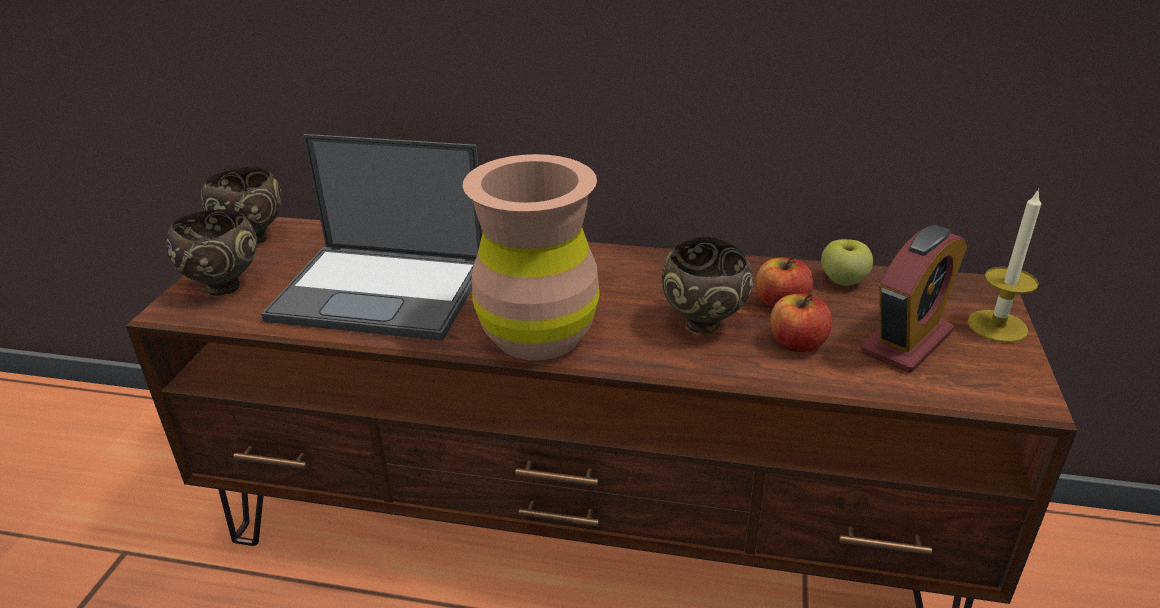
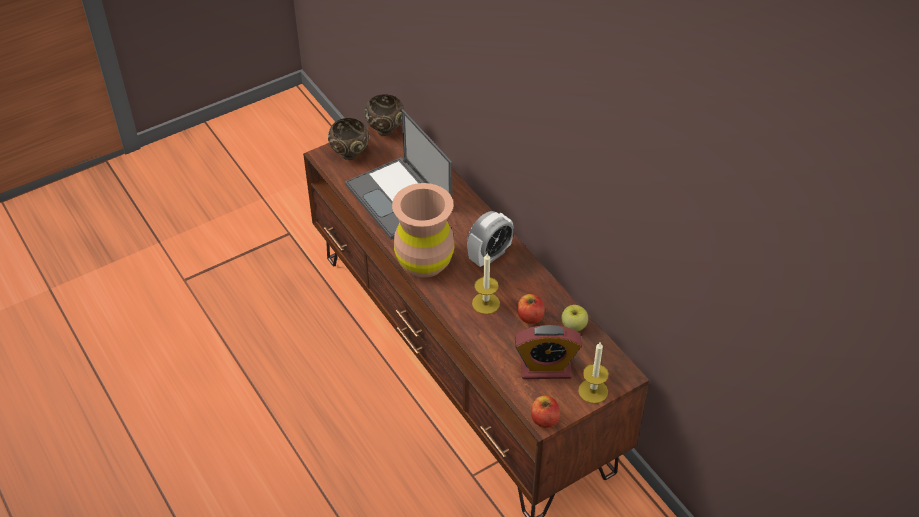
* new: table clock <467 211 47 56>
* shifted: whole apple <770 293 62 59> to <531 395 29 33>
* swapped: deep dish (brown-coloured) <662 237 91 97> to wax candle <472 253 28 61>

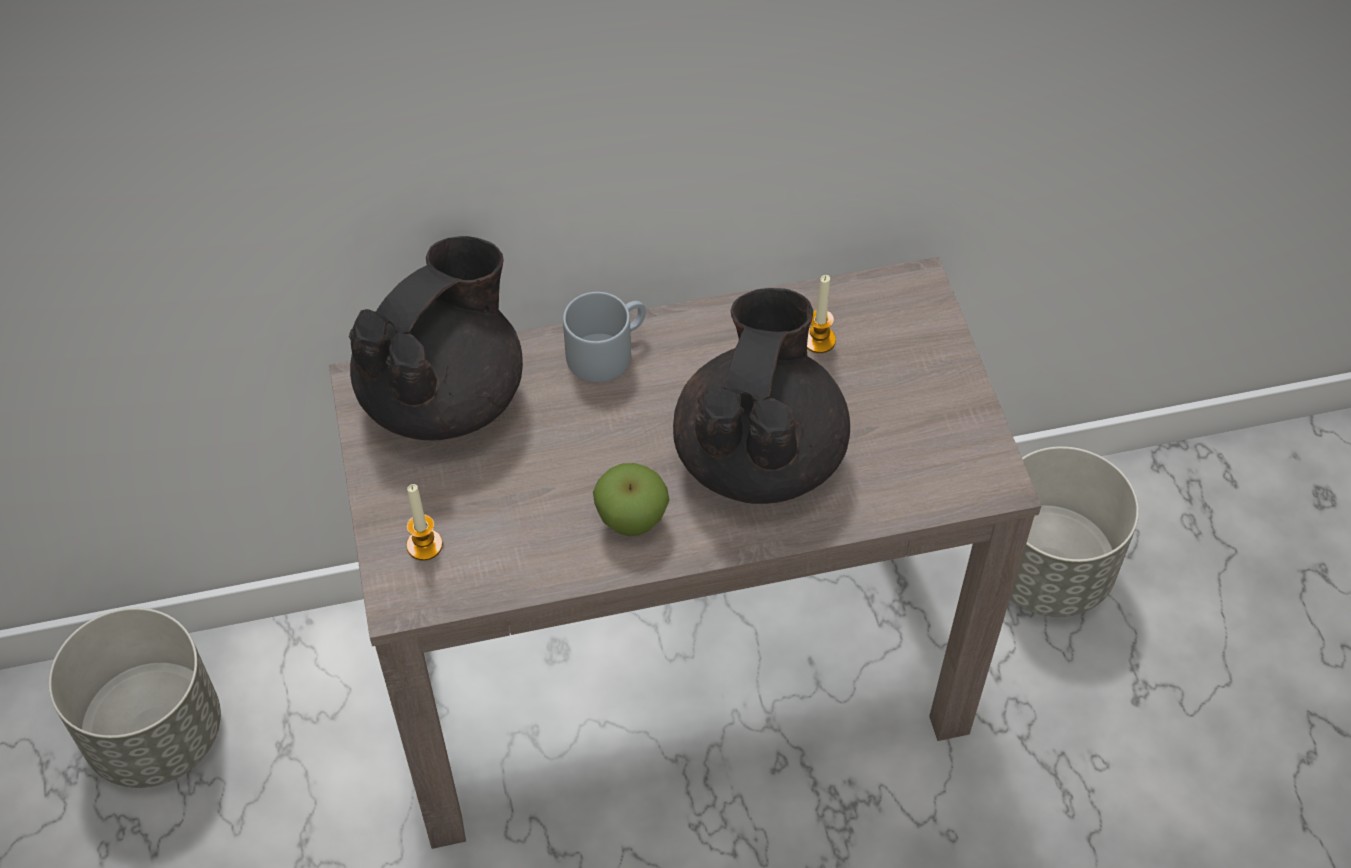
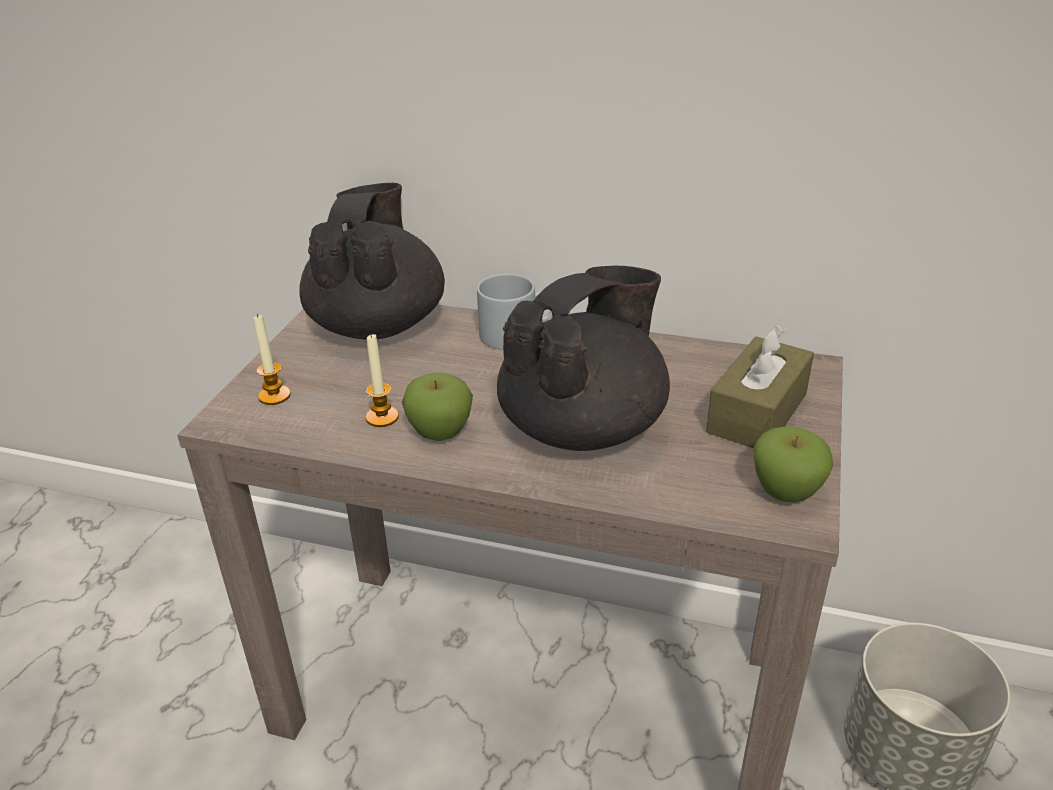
* gone: planter (greyish) <49 608 172 180>
* new: box of tissues (brown-coloured) <706 325 108 123>
* new: whole apple <753 426 80 77>
* shifted: wax candle <807 275 29 78> to <366 334 33 93>
* rotated: teapot (black) <349 236 174 204> = <299 183 146 157> 60 degrees counterclockwise

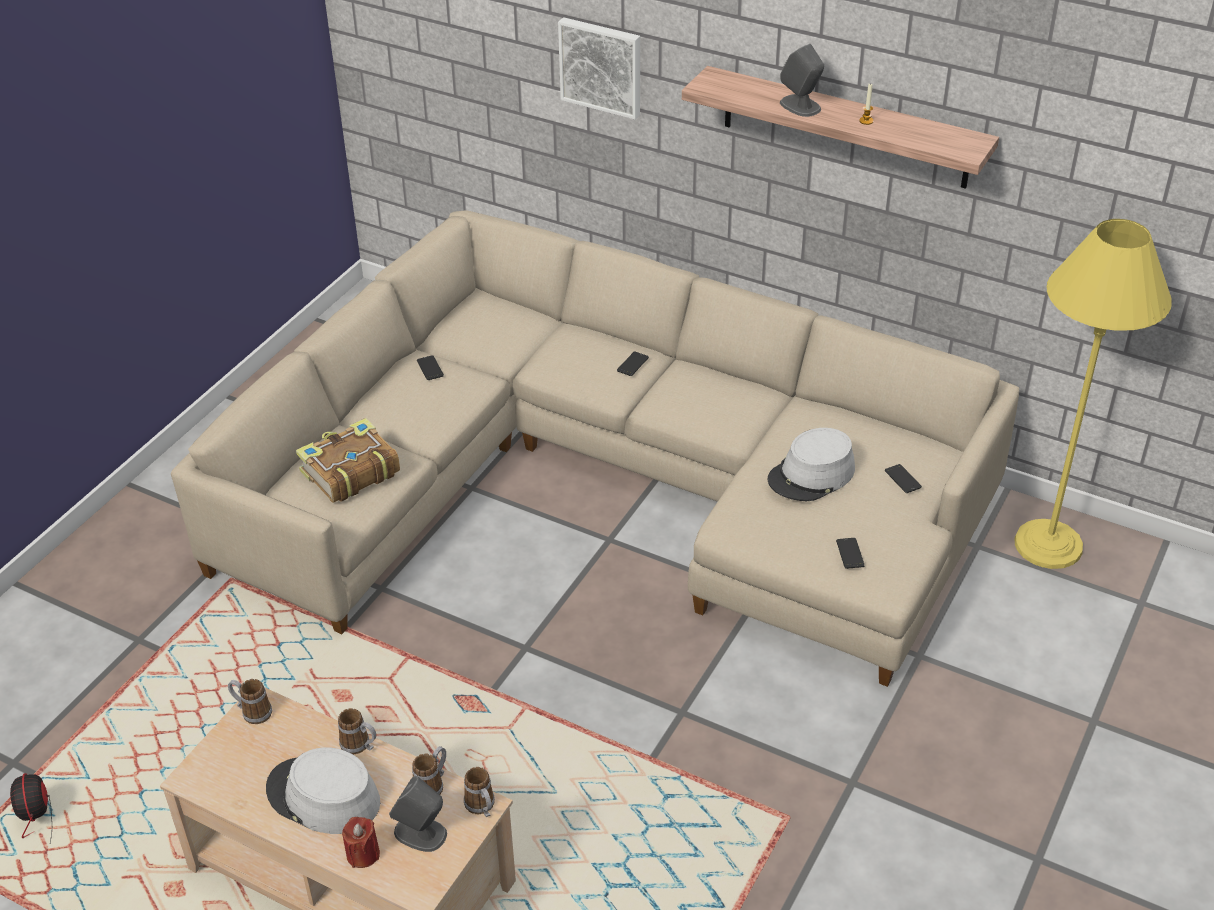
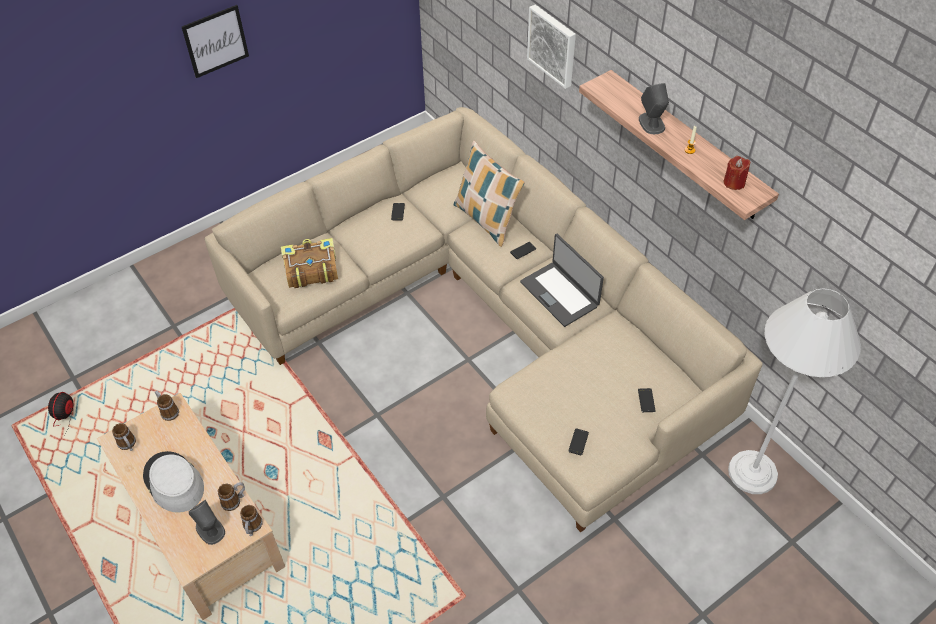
* gone: wearable hat (greyish) <768 428 87 73>
* new: picture <182 5 67 73>
* new: pillow <454 140 71 107>
* new: portable computer <520 234 84 93>
* shifted: tea mug <338 708 38 46> to <112 423 24 28>
* shifted: wax candle (red-coloured) <342 817 38 51> to <724 156 27 34>
* repainted: floor lamp (yellow-coloured) <1015 219 157 350> to floor lamp (whitish) <728 288 133 206>

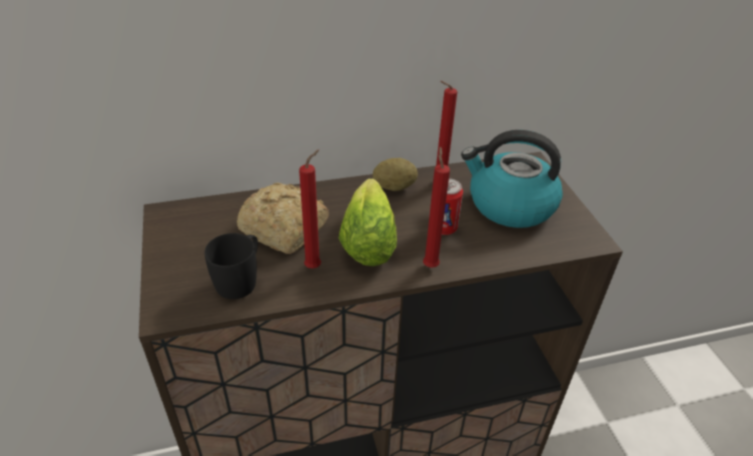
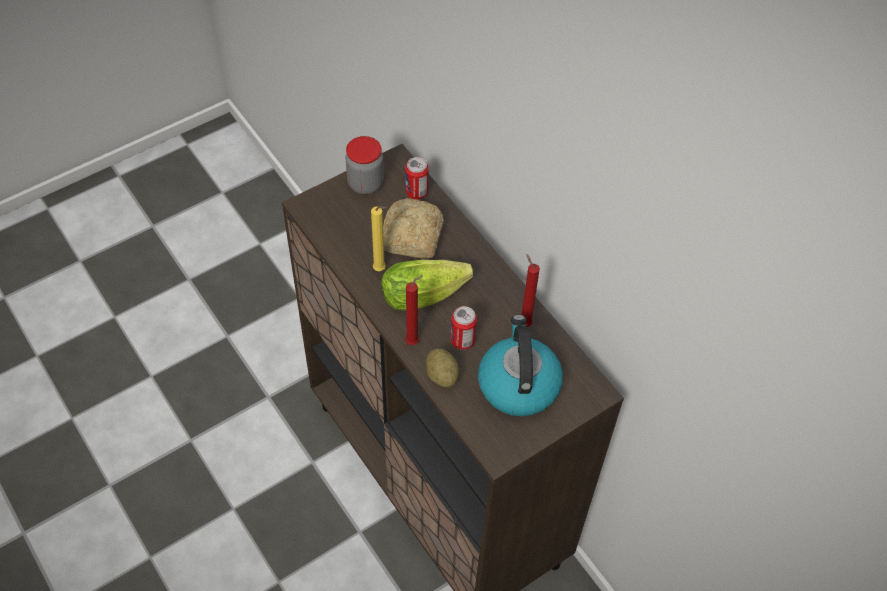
* gone: tea mug (black) <205 233 53 66>
* new: preserve jar <345 136 39 58>
* new: sealed can <405 157 24 43>
* shifted: potato <372 158 46 33> to <426 348 33 40>
* repainted: wax candle (red-coloured) <299 149 22 119> to wax candle (yellow-coloured) <371 206 16 65>

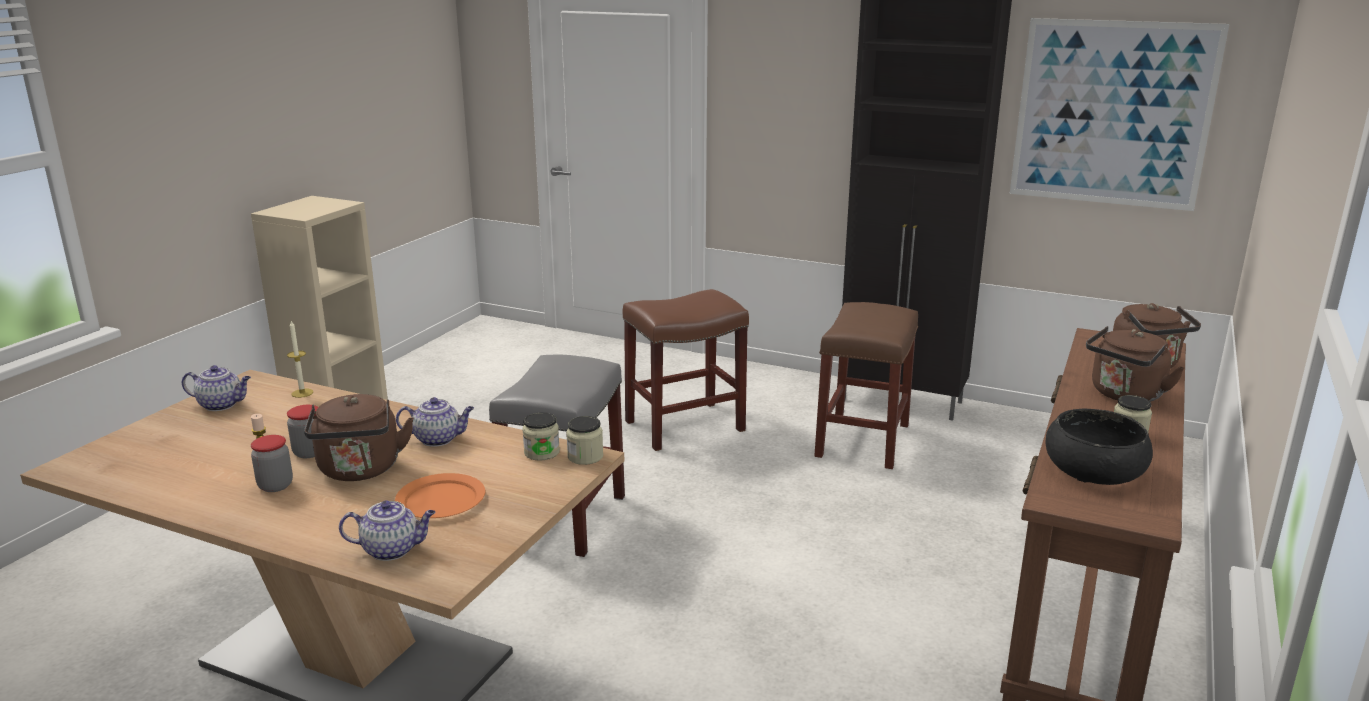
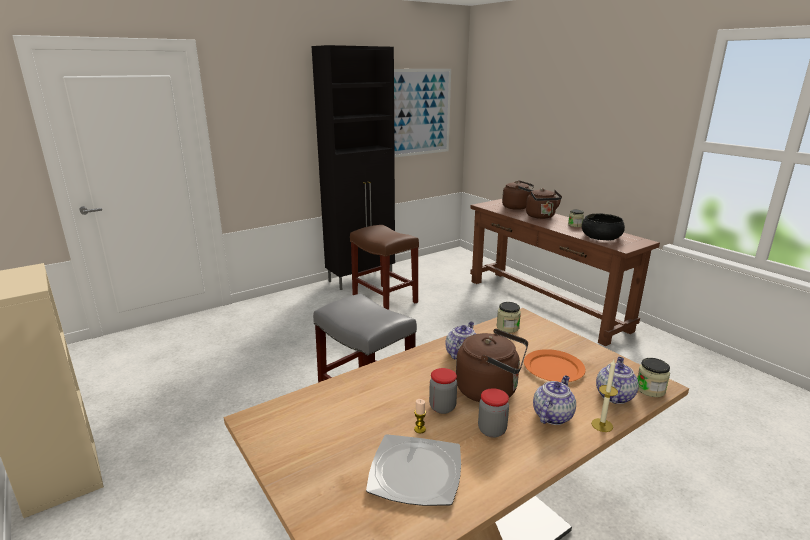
* gone: stool (brown-coloured) <623 289 126 162>
* new: flat dish <366 434 95 72>
* shifted: teapot <182 365 69 46> to <533 375 43 50>
* shifted: wax candle <287 321 26 77> to <591 360 27 72>
* shifted: preserve jar <566 416 37 49> to <637 358 33 39>

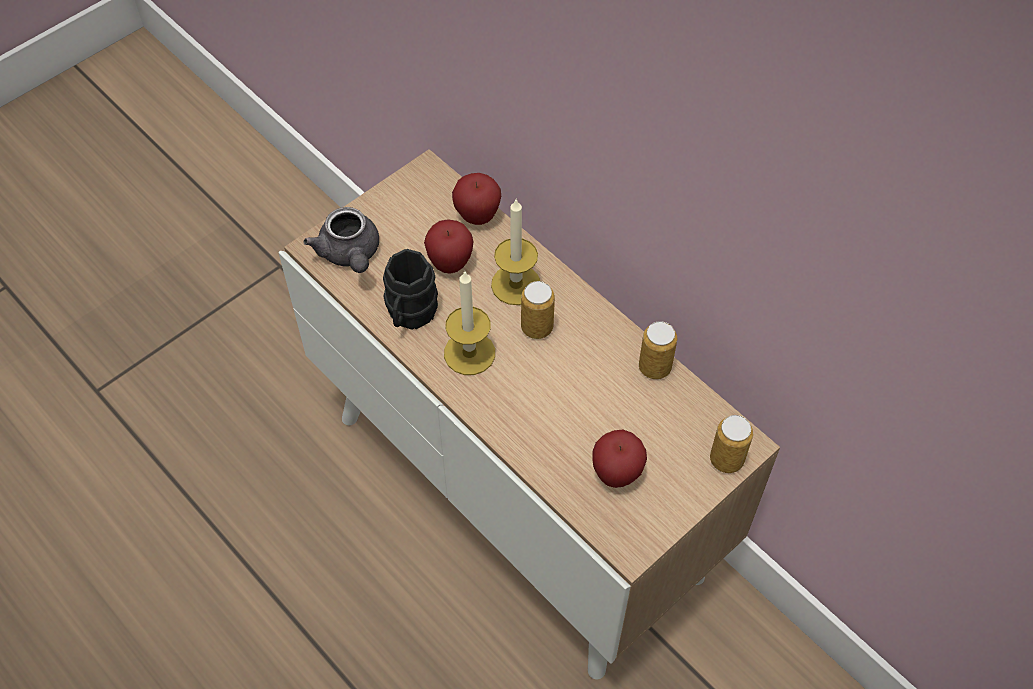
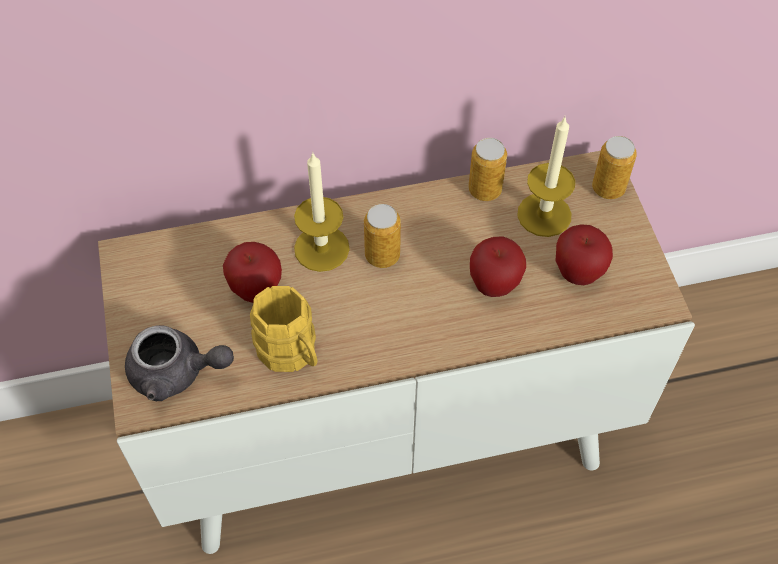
* shifted: wax candle <444 272 51 103> to <517 117 58 120>
* shifted: whole apple <452 173 49 52> to <470 236 56 61>
* repainted: tea mug (black) <383 249 55 81> to tea mug (yellow-coloured) <250 286 67 86>

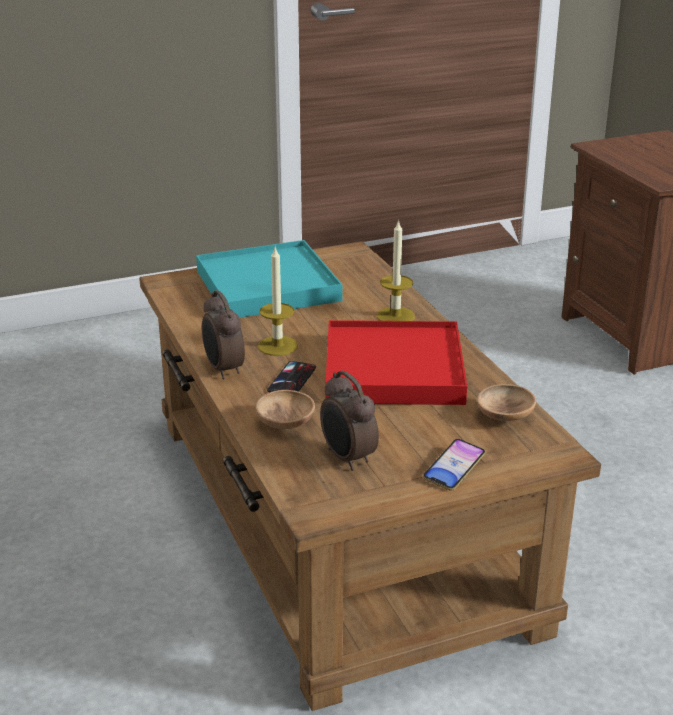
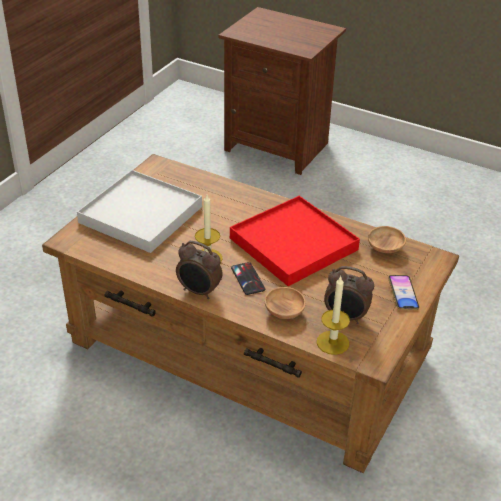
* shifted: wax candle <377 219 38 102> to <317 275 33 80>
* repainted: tray (blue-green) <196 240 146 78> to tray (whitish) <77 170 125 83>

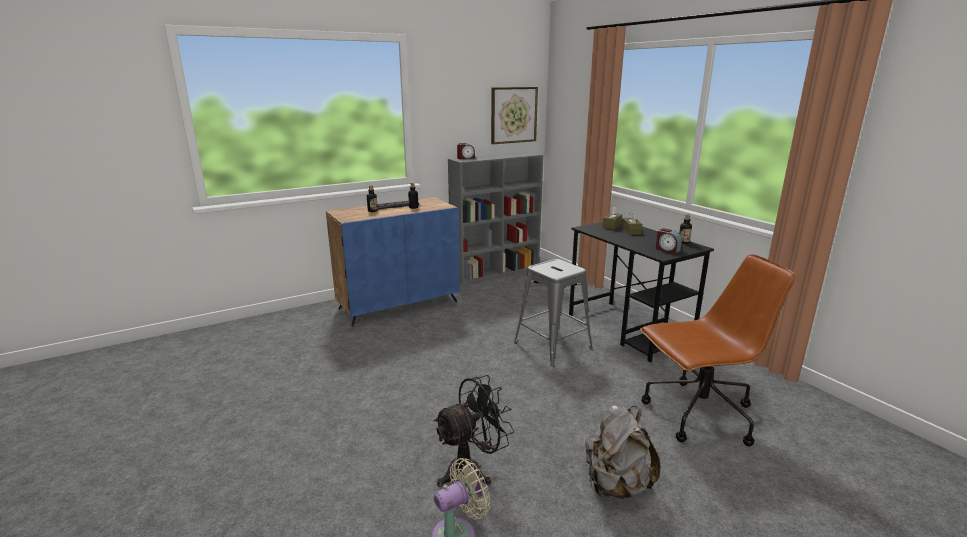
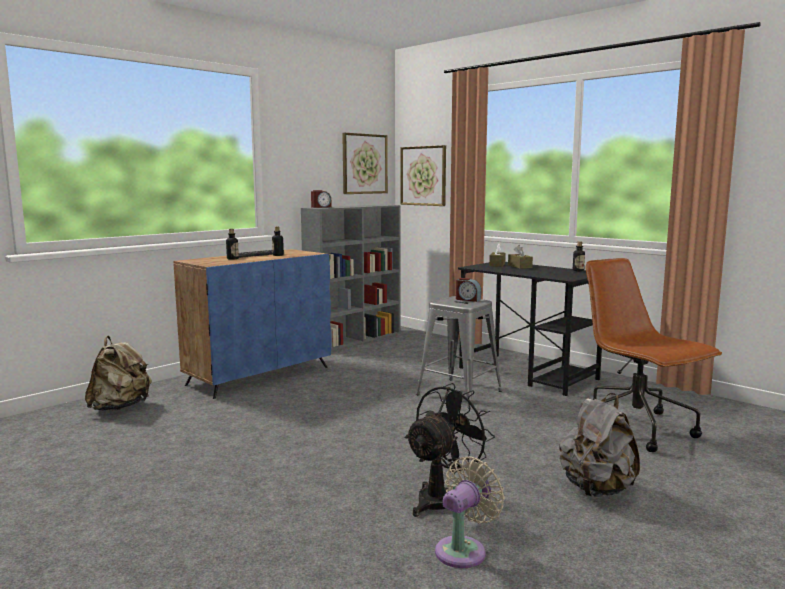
* new: rucksack (beige-coloured) <85 336 67 75>
* new: picture <400 145 46 61>
* shifted: table clock <656 228 26 25> to <456 278 25 24>
* rotated: desk chair (brown-coloured) <640 254 155 192> = <586 258 136 194> 90 degrees counterclockwise

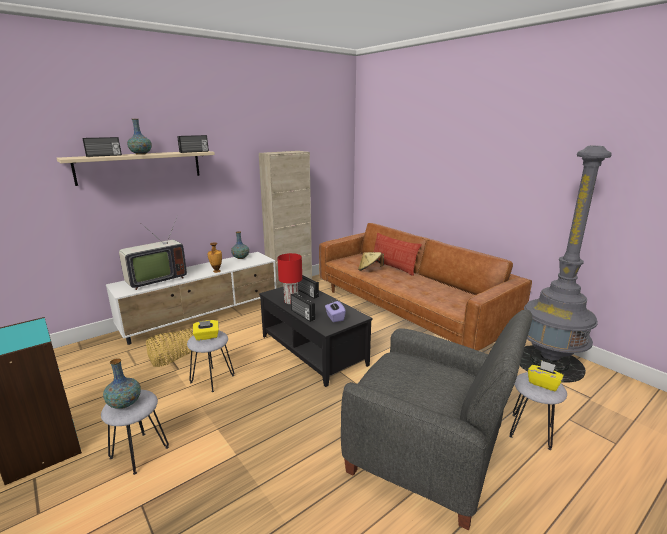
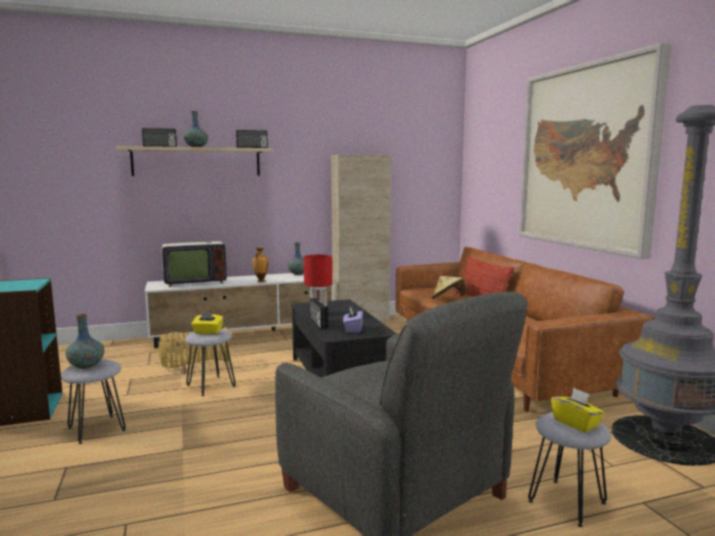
* gone: radio set <298 275 21 24>
* new: picture <519 43 152 216>

